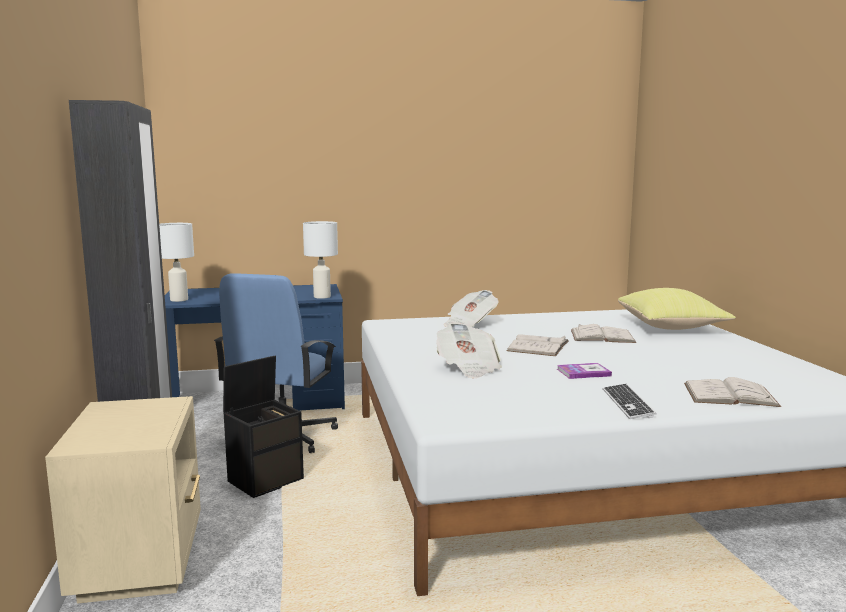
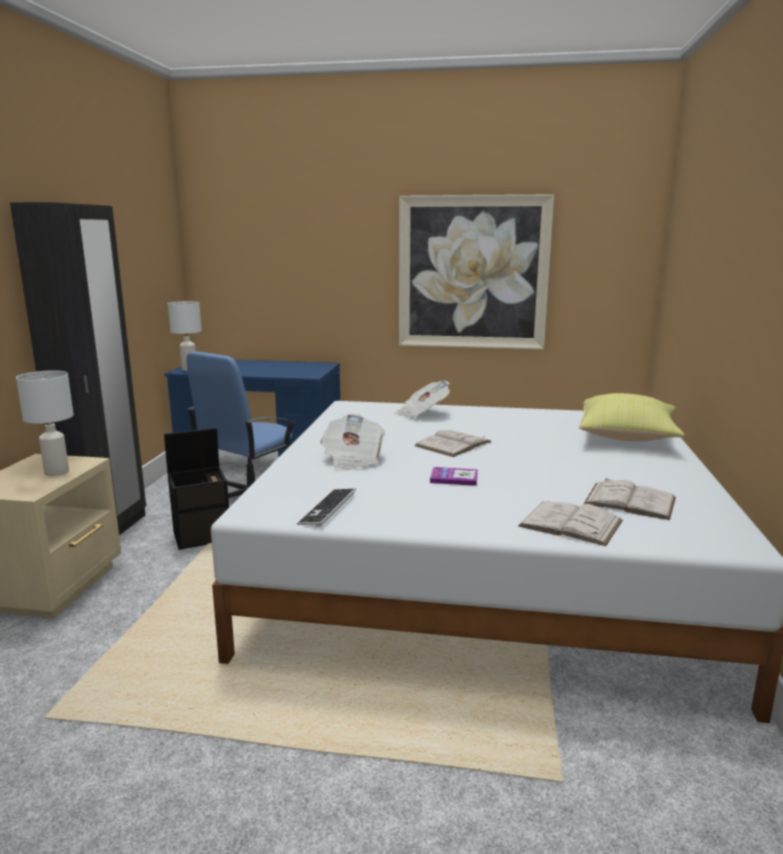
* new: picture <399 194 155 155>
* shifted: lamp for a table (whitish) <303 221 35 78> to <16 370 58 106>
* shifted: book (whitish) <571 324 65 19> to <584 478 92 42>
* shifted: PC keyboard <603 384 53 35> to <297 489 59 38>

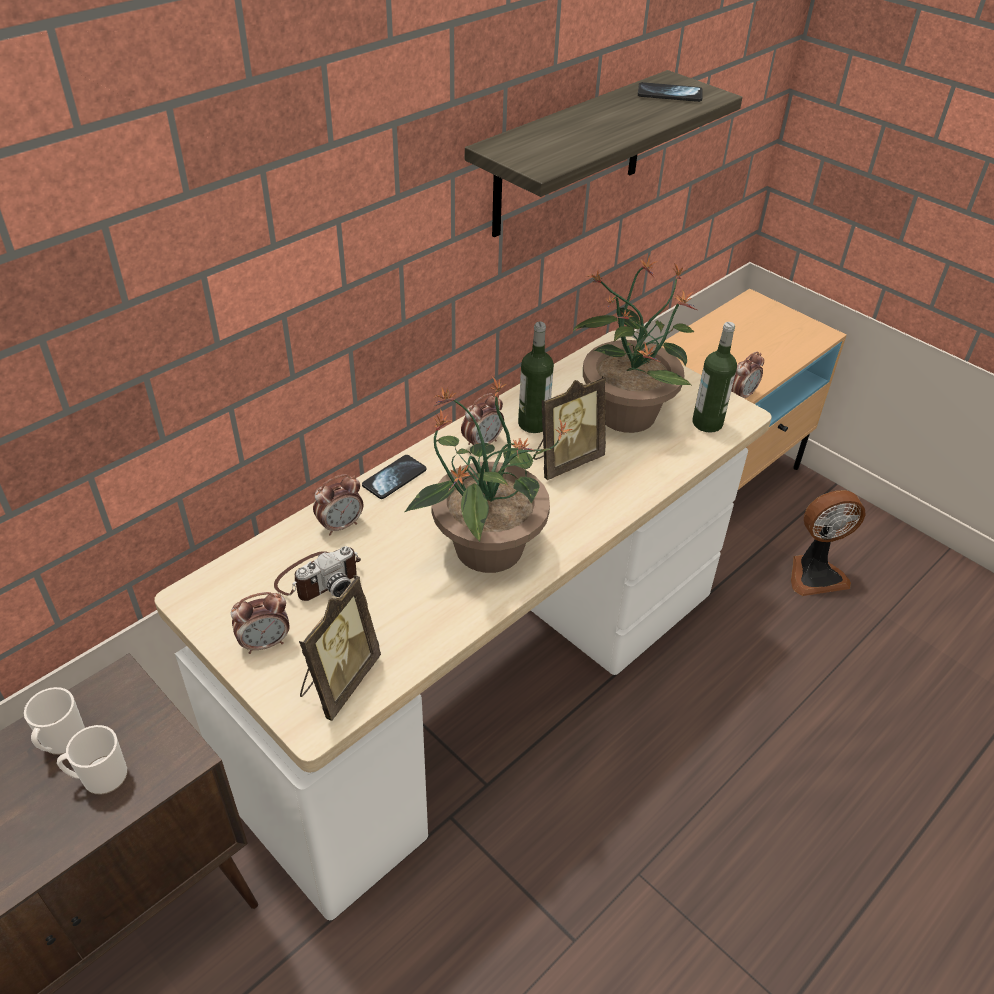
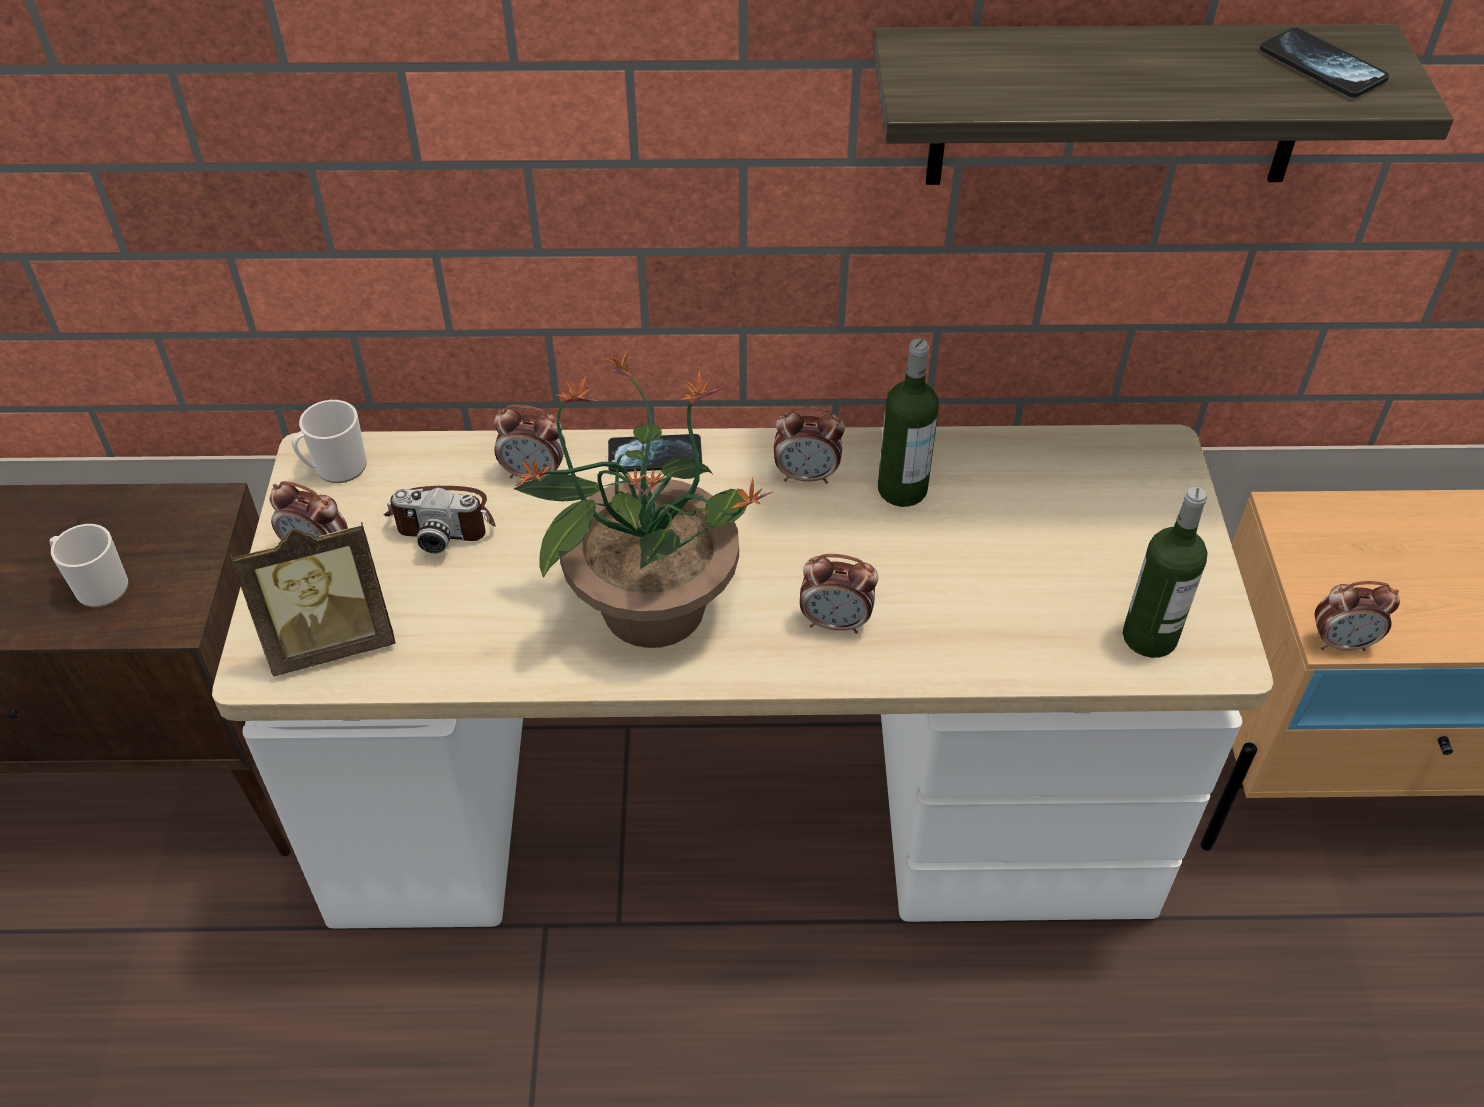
* gone: standing frame <534 376 72 104>
* gone: plant in a pot <572 255 125 178>
* gone: fan <791 490 74 106>
* new: table clock <800 554 78 80>
* shifted: tea mug <24 687 61 68> to <291 400 76 83>

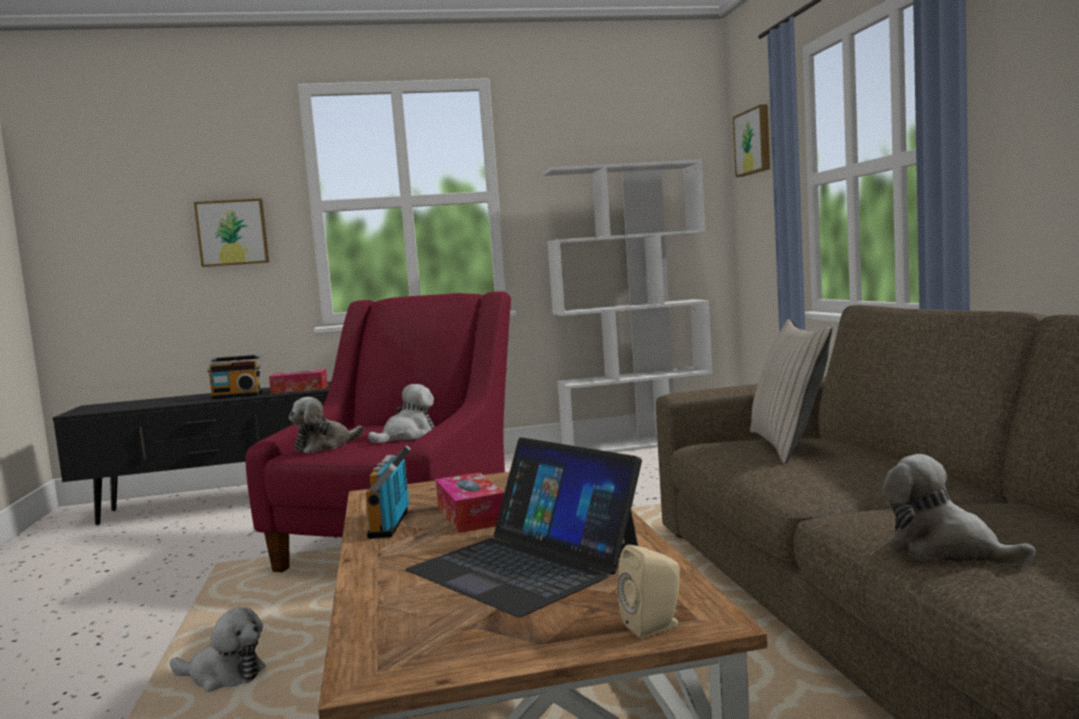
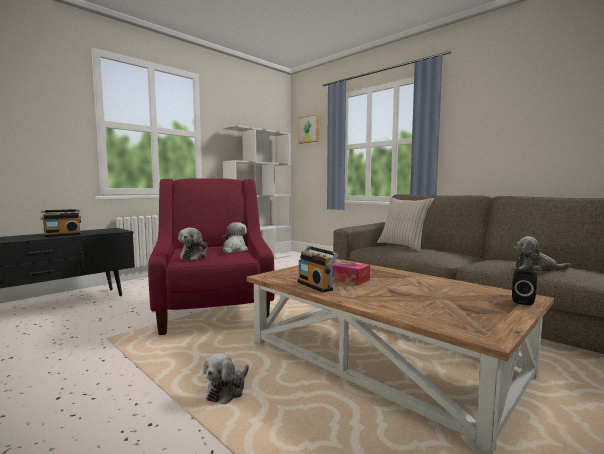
* gone: picture <194 198 75 69>
* gone: box of tissues <269 369 59 25>
* gone: portable computer <405 437 237 180>
* repainted: audio speaker (beige-coloured) <618 544 62 94> to audio speaker (black) <512 269 25 37>
* rotated: plush toy <170 608 96 84> = <203 354 46 50> 135 degrees clockwise

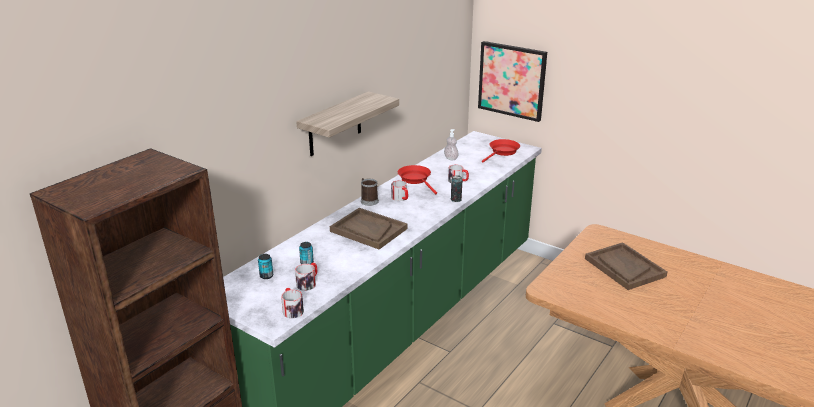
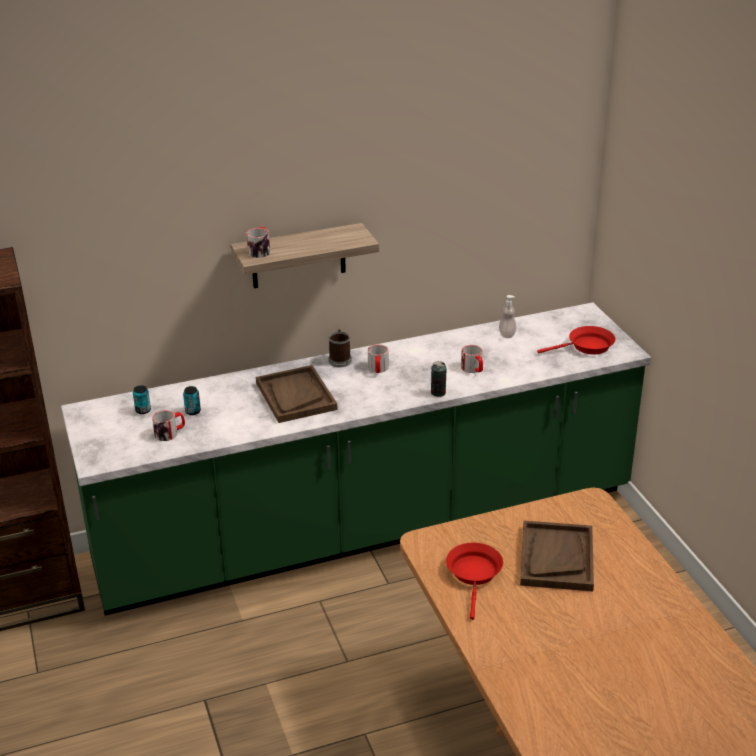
* gone: picture <478 41 69 81>
* shifted: tea mug <281 288 23 30> to <246 227 24 31>
* shifted: pan (red-coloured) <398 165 39 29> to <446 543 57 77>

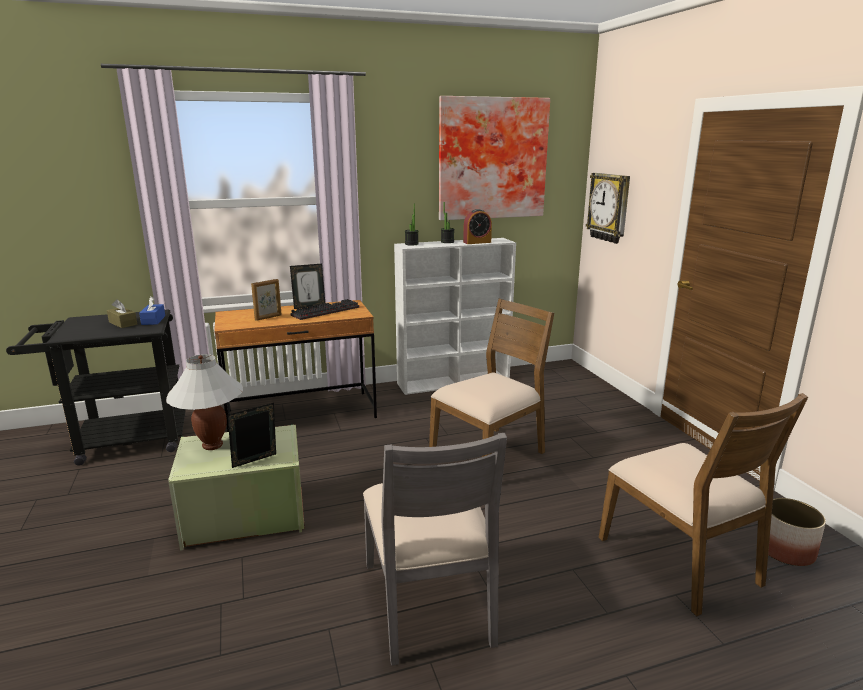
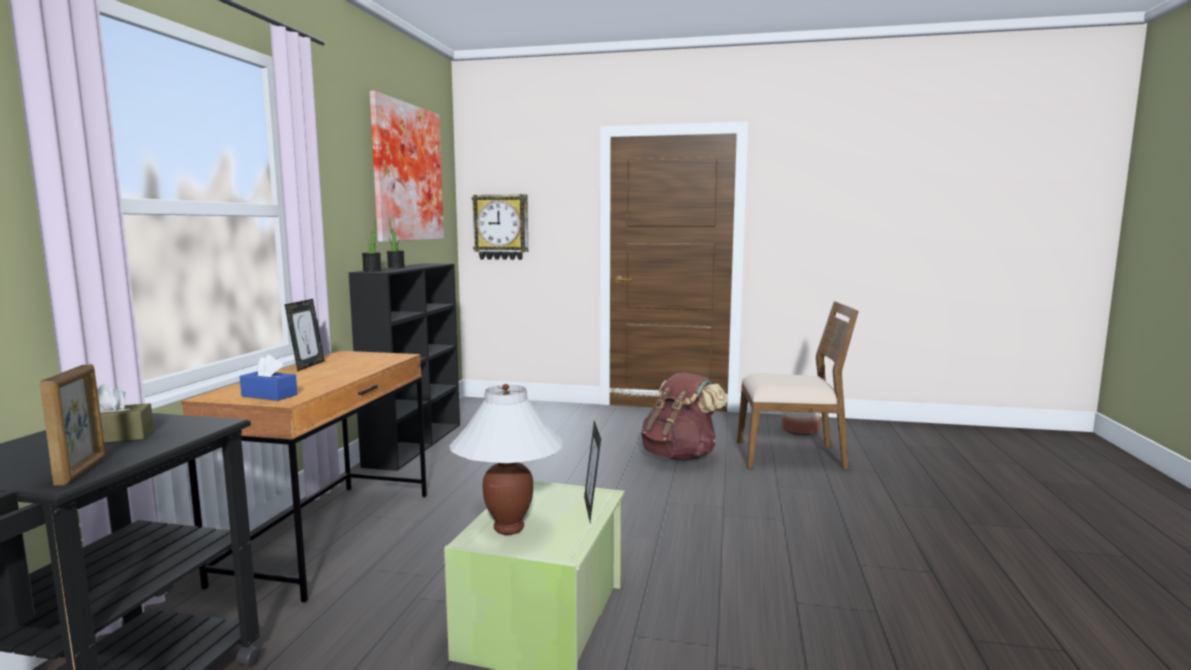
* gone: PC keyboard <290 299 69 21>
* gone: plain chair (greyish) <363 433 144 233>
* gone: plain chair (brown-coloured) <429 299 125 158>
* gone: table clock <463 209 29 35>
* new: rucksack (brown-coloured) <642 372 85 89>
* shifted: box of tissues (bluish) <139 296 26 29> to <240 355 57 46>
* shifted: standing frame <251 279 31 42> to <40 364 66 122>
* repainted: bookshelf (whitish) <394 238 122 157> to bookshelf (black) <349 263 111 208>

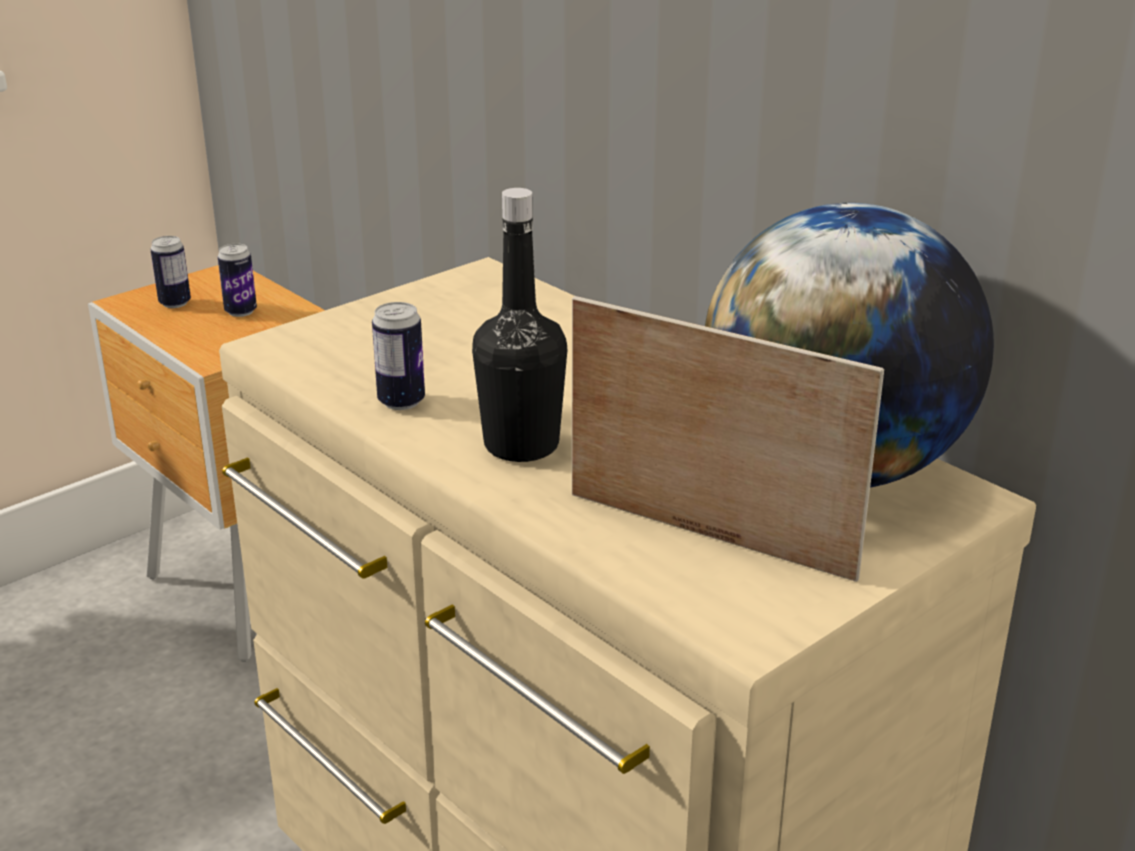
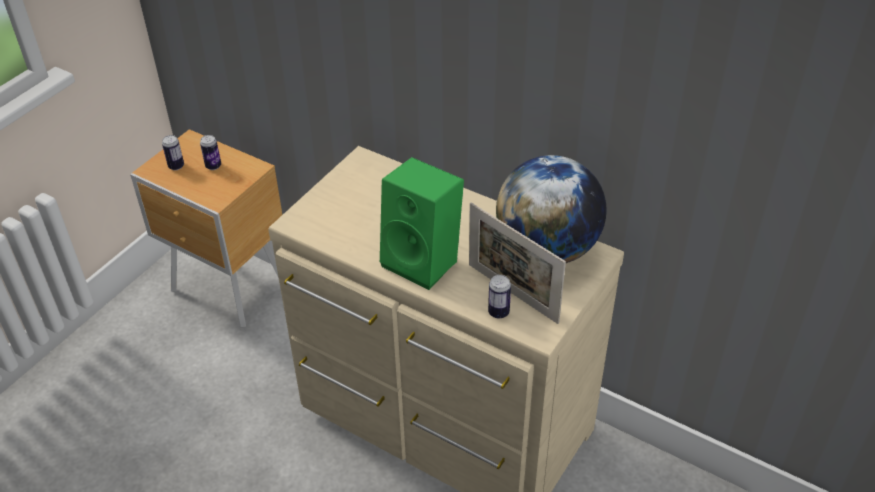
* shifted: sealed can <372 302 53 108> to <488 275 23 44>
* swapped: beverage bottle (black) <472 188 95 274> to audio speaker (green-coloured) <380 157 84 133>
* rotated: standing frame <572 296 312 286> = <469 202 97 122> 150 degrees counterclockwise

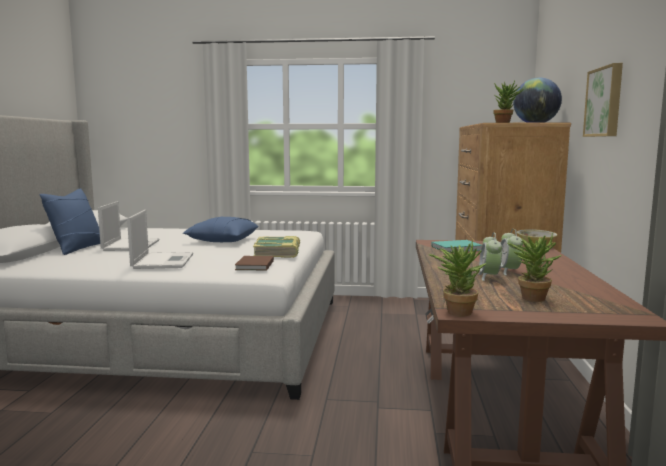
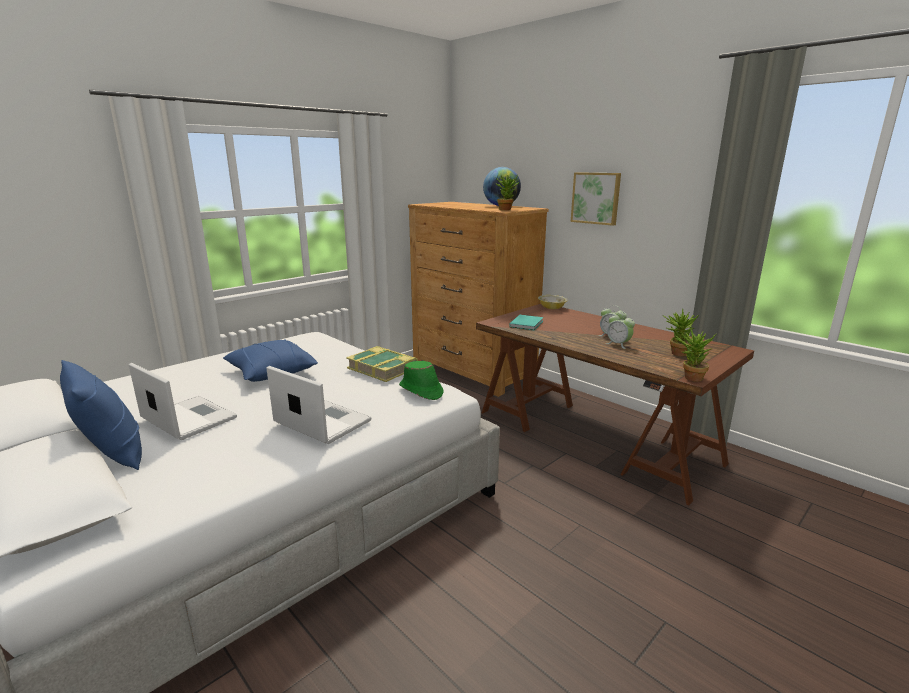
* swapped: book (brown-coloured) <235 256 39 14> to wearable hat (green-coloured) <399 361 45 39>

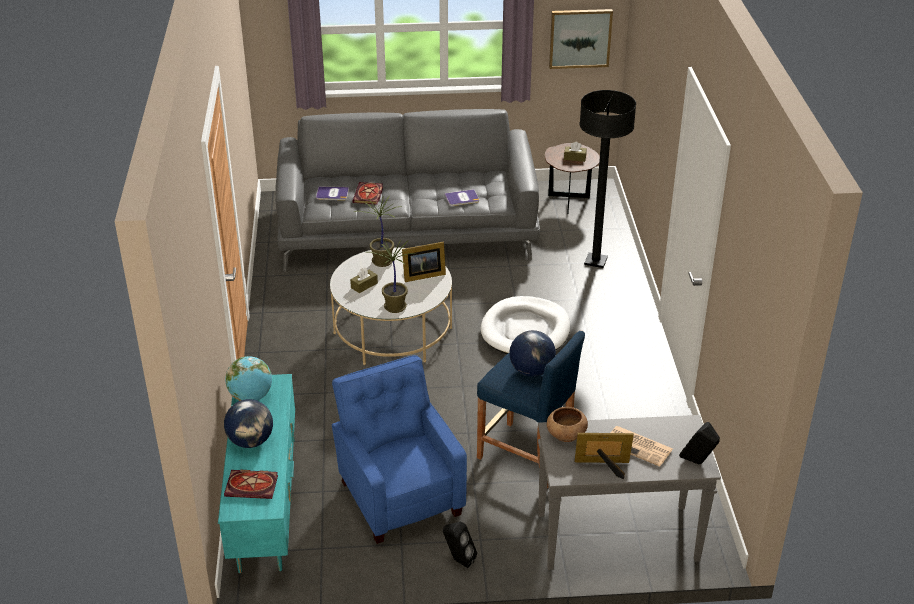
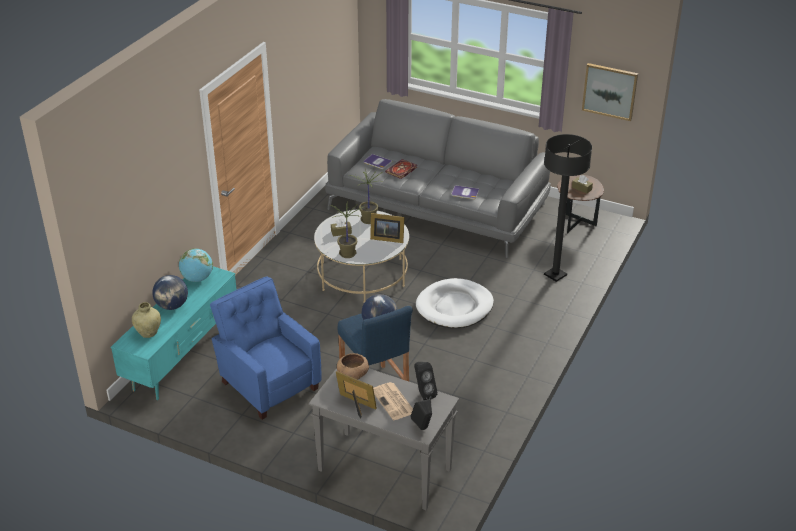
* shifted: audio speaker (black) <443 522 34 46> to <414 362 24 38>
* swapped: book <224 470 54 29> to vase (beige-coloured) <132 302 29 36>
* rotated: lounge chair (bluish) <332 355 135 189> = <210 277 112 143> 45 degrees counterclockwise

